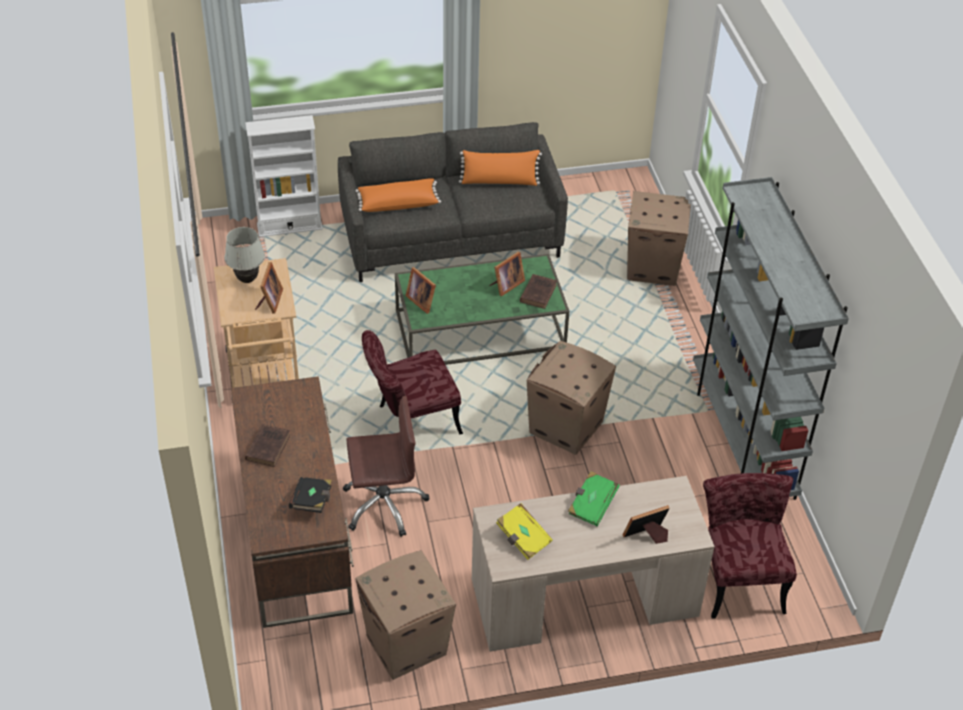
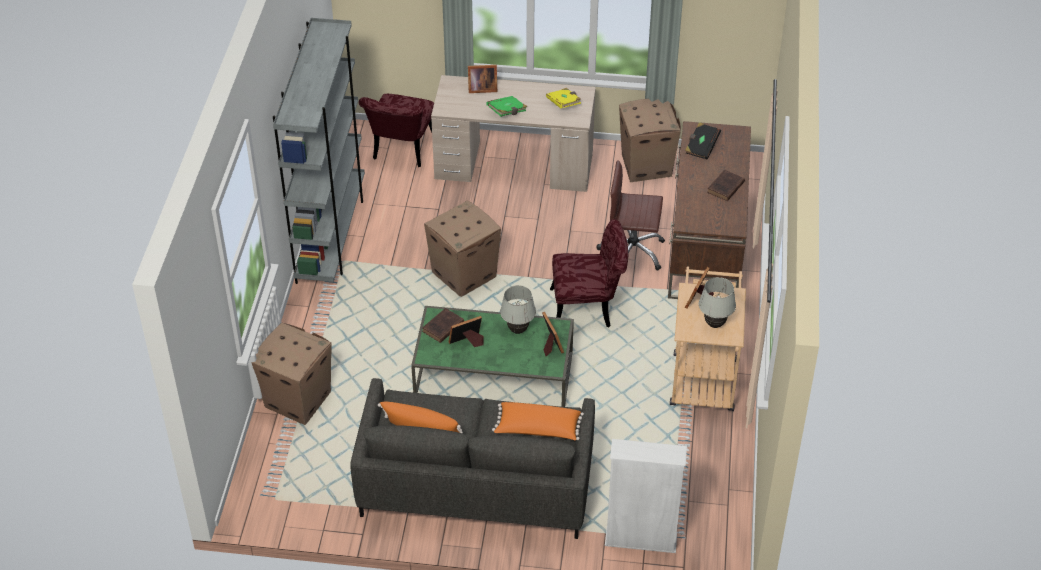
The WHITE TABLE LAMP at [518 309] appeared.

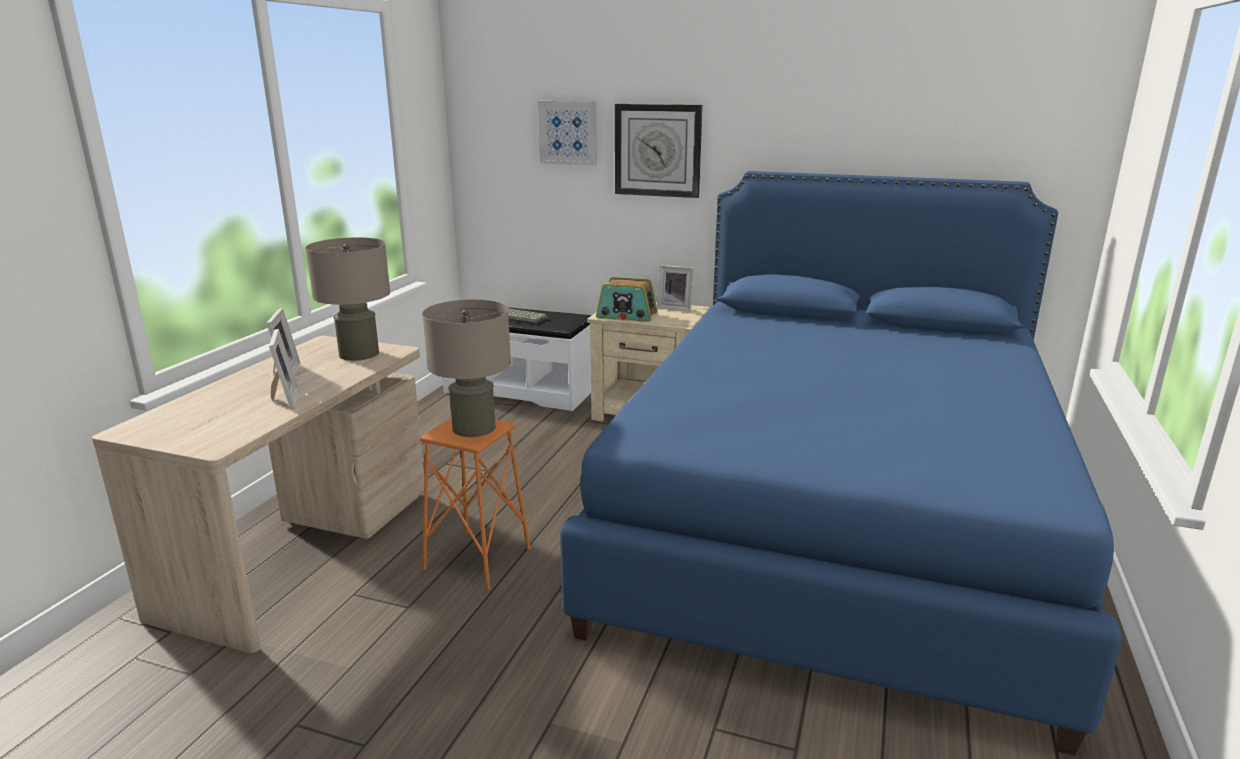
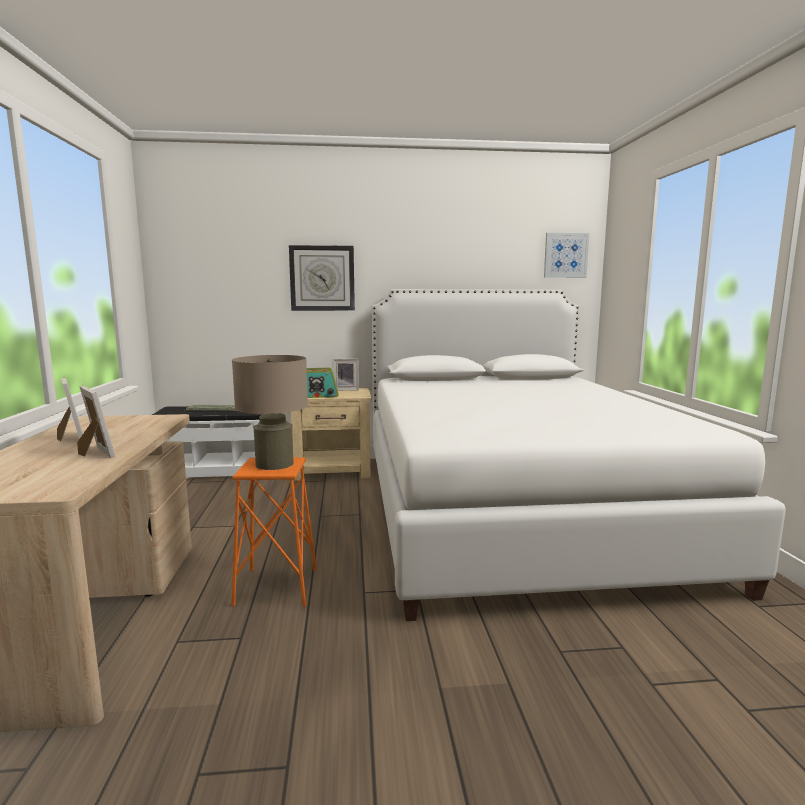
The BEIGE TABLE LAMP at [347 299] disappeared.
The PICTURE moved from [567 133] to [566 255].
The BLUE BED at [841 463] became the WHITE BED at [579 455].

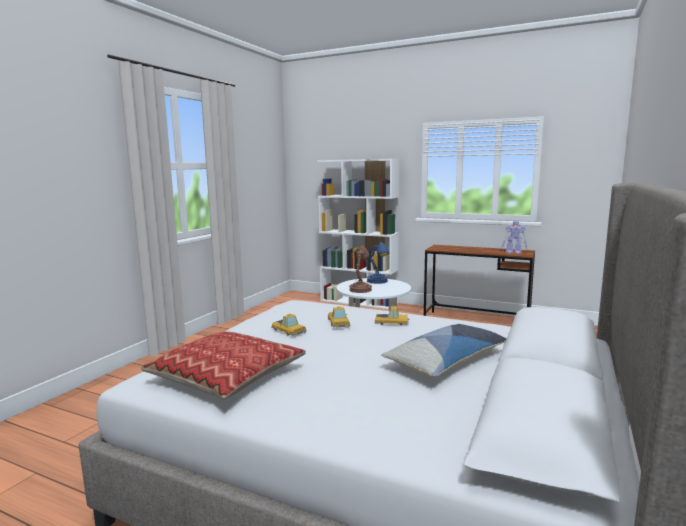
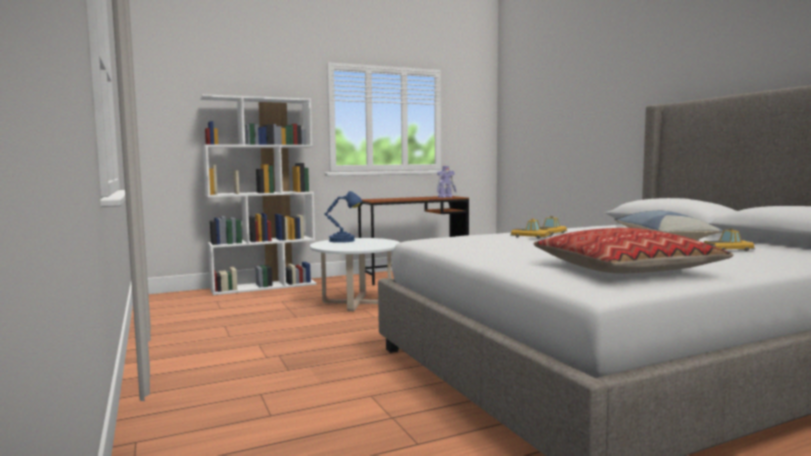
The TOY CAR moved from [289 325] to [729 239].
The BROWN TABLE LAMP at [360 269] disappeared.

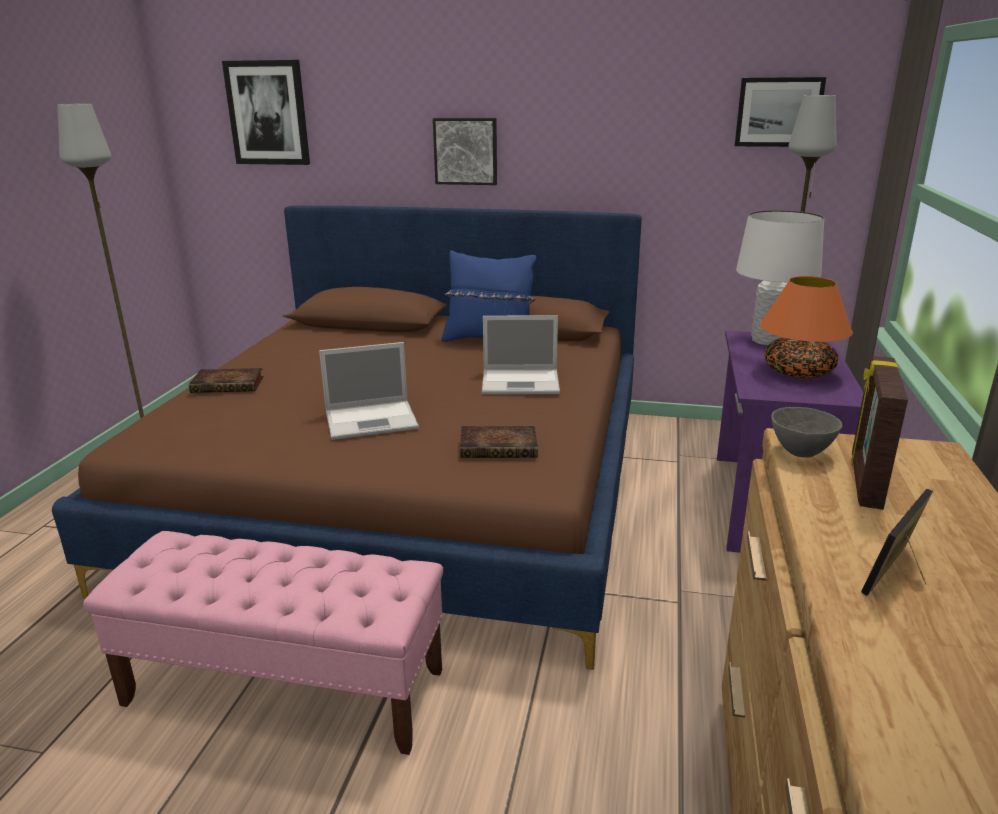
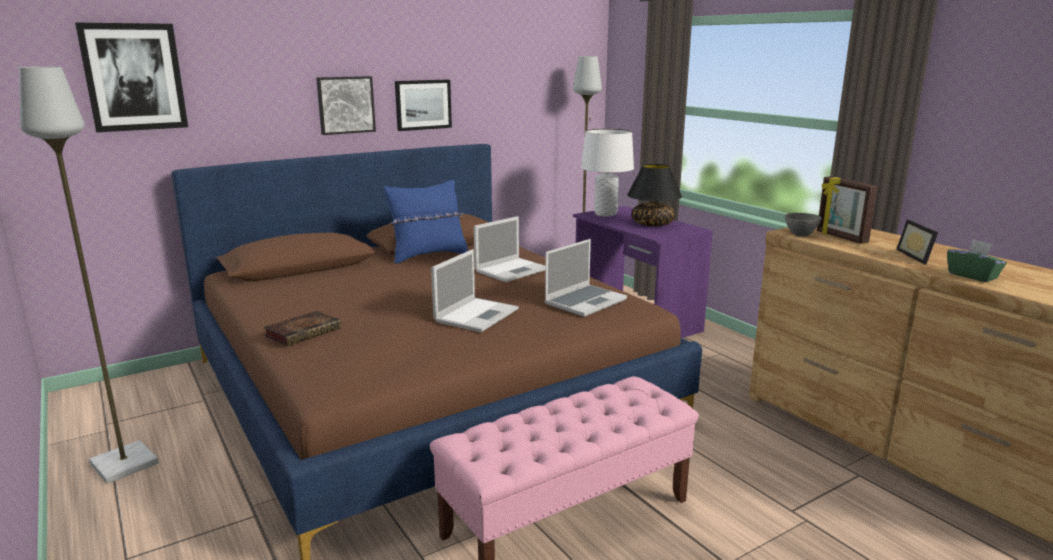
The BOOK at [499 442] was replaced by the LAPTOP at [586 278].
The PICTURE moved from [780 112] to [423 105].
The ORANGE TABLE LAMP at [806 327] became the BLACK TABLE LAMP at [654 195].
The GREEN TISSUE BOX at [977 260] appeared.

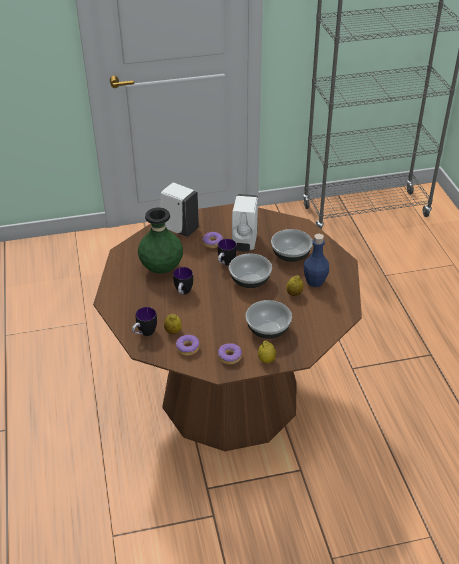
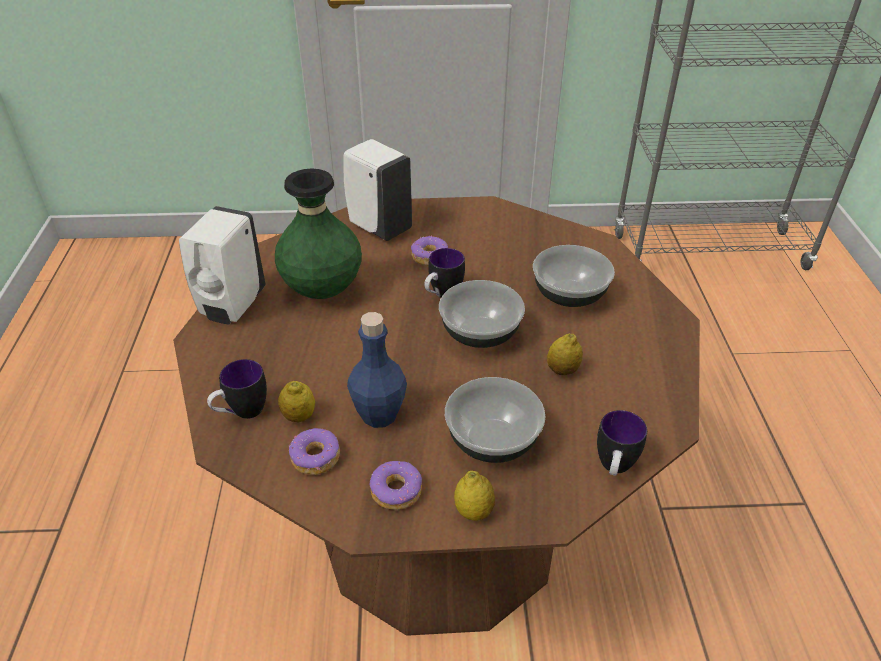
The MUG moved from [183 281] to [622 443].
The WHITE SOAP DISPENSER moved from [245 223] to [222 265].
The BLUE BOTTLE moved from [316 260] to [377 370].

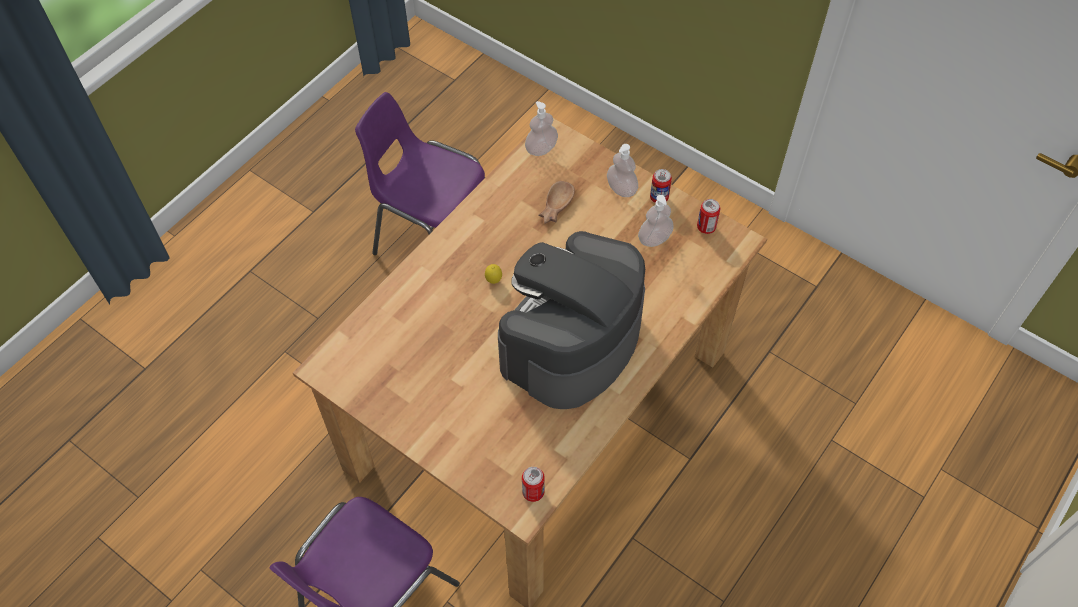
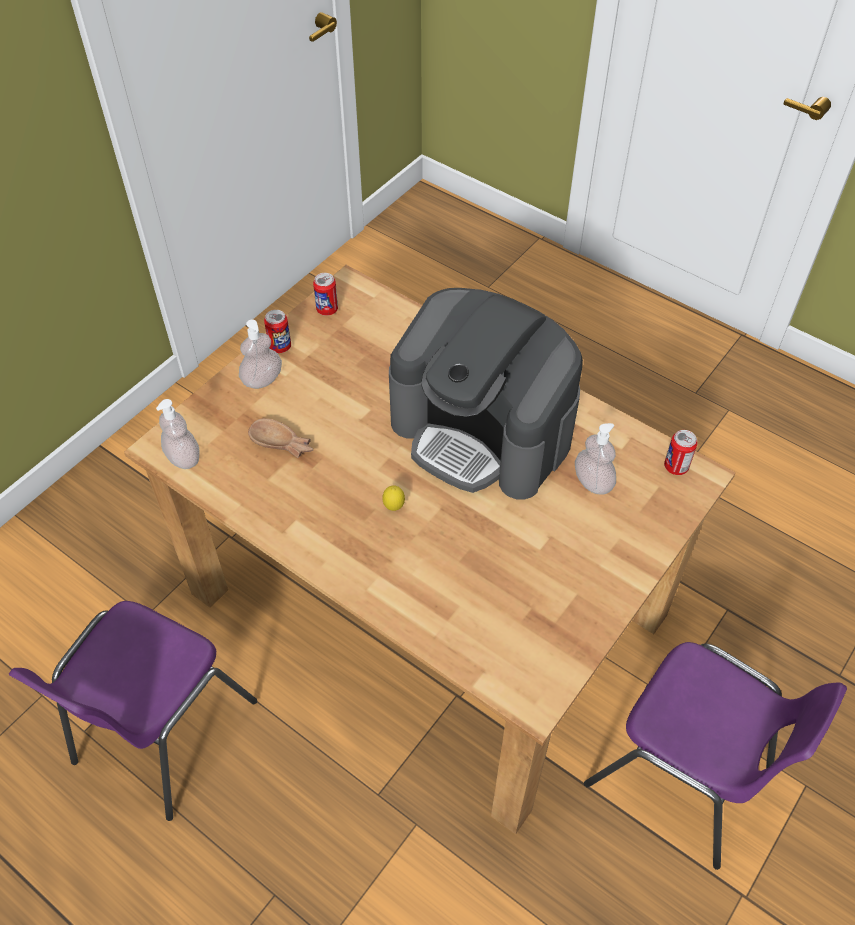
The SOAP DISPENSER moved from [656 221] to [595 459].

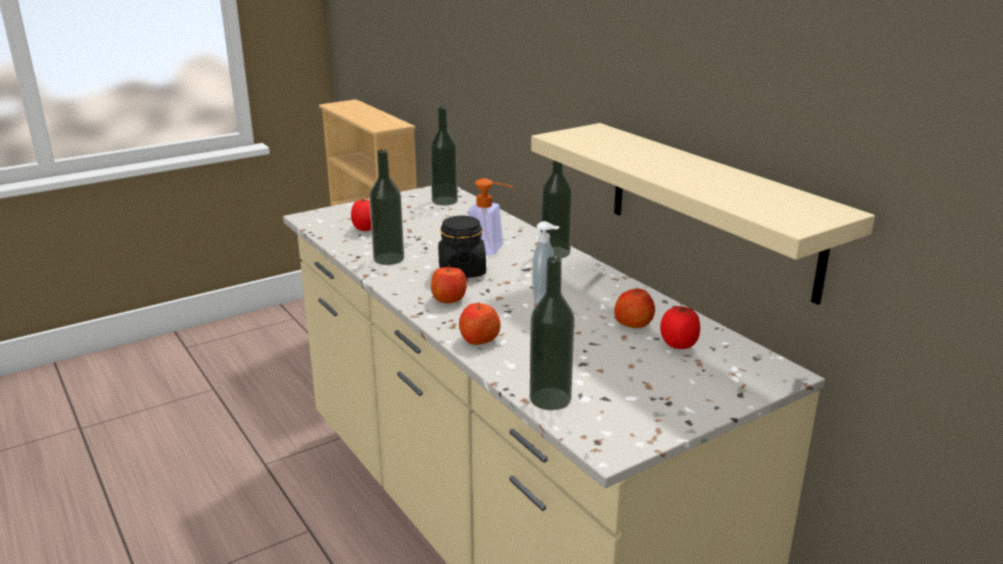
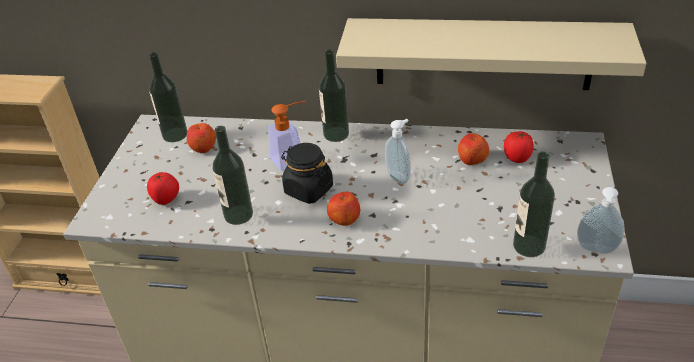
The APPLE moved from [480 323] to [201 138].
The SOAP DISPENSER at [601 220] appeared.

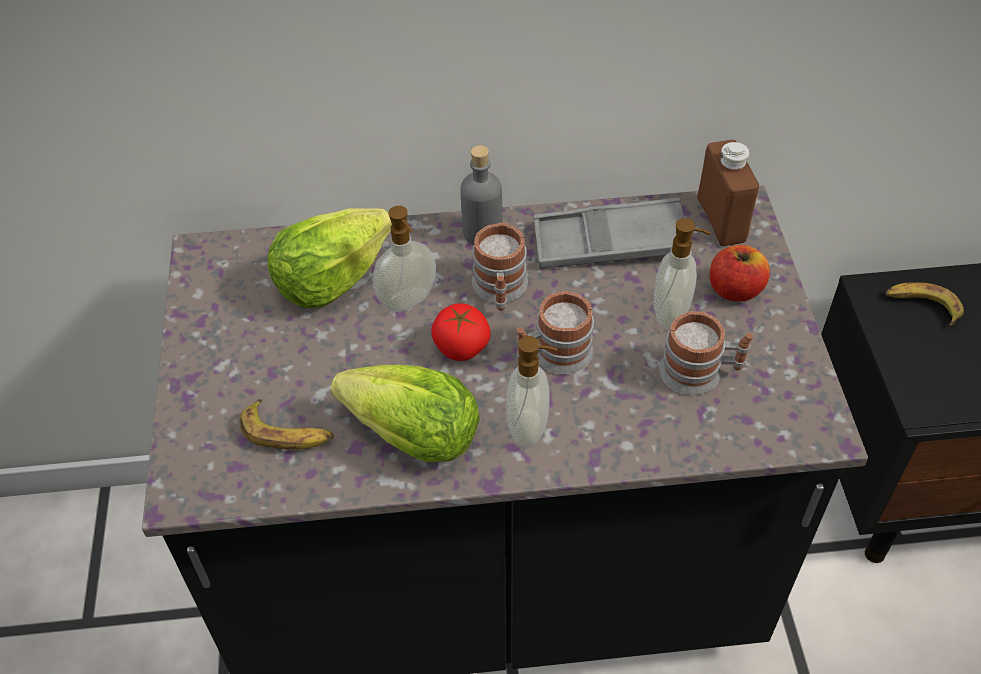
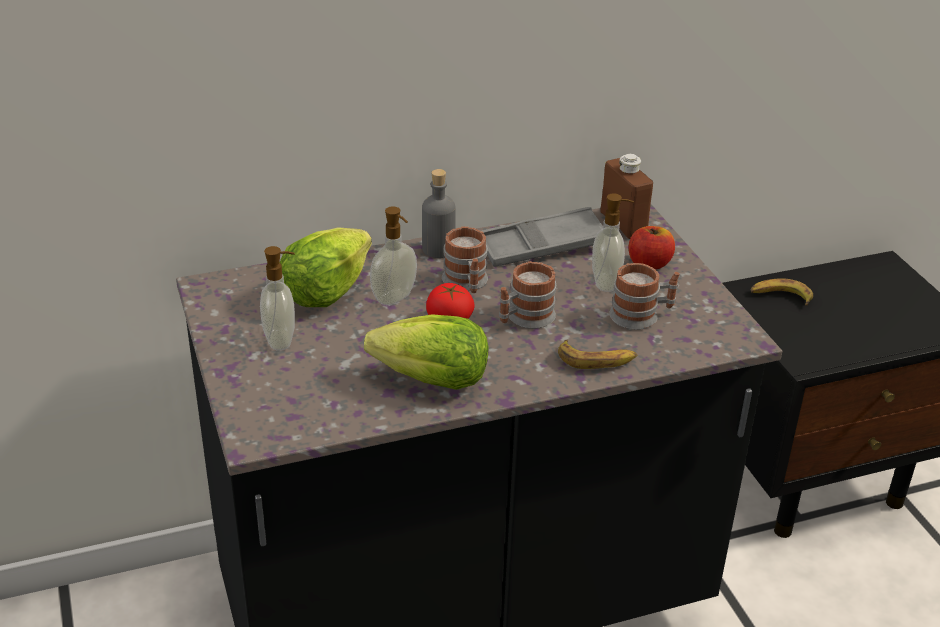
The BANANA moved from [287 424] to [597 354].
The SOAP DISPENSER moved from [531 392] to [277 298].

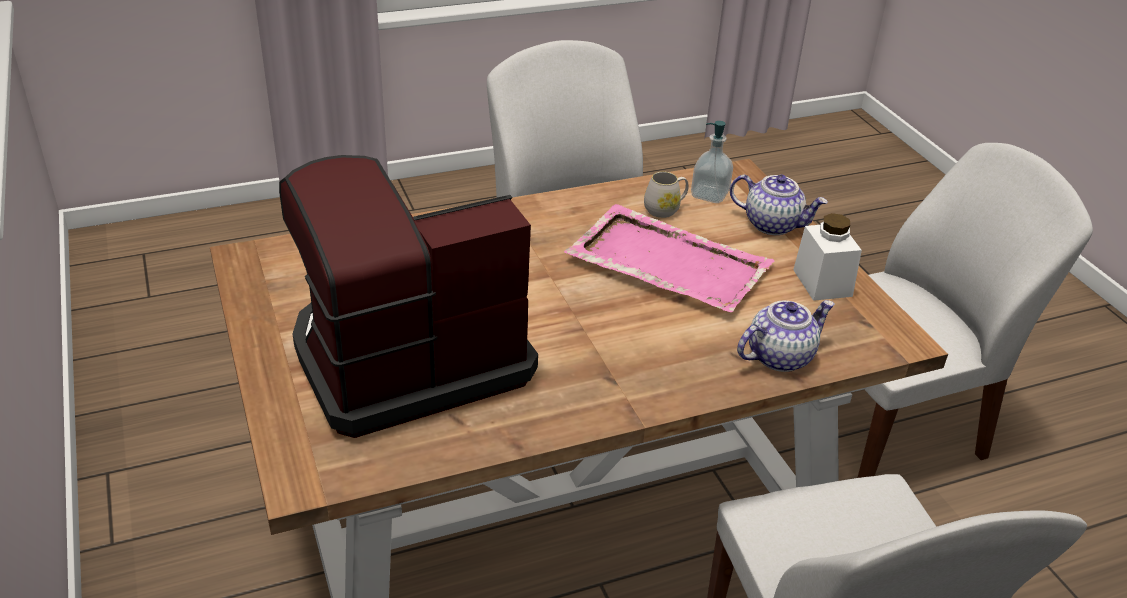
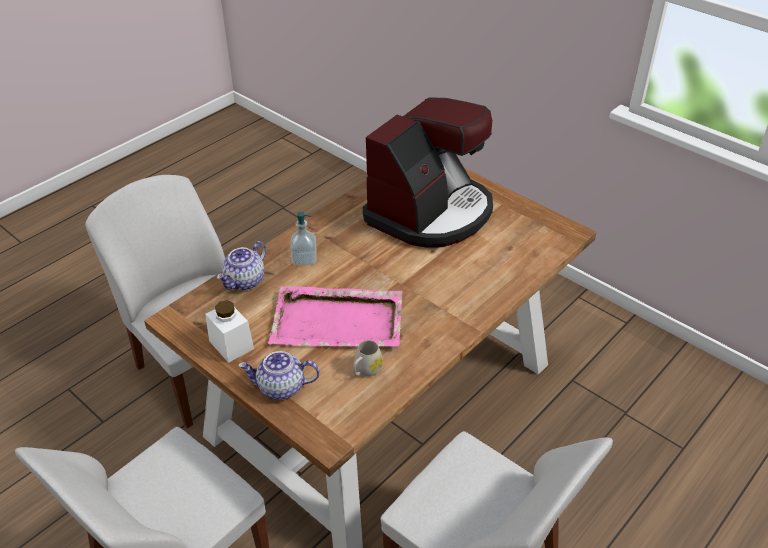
The SOAP DISPENSER moved from [712 162] to [303 239].

